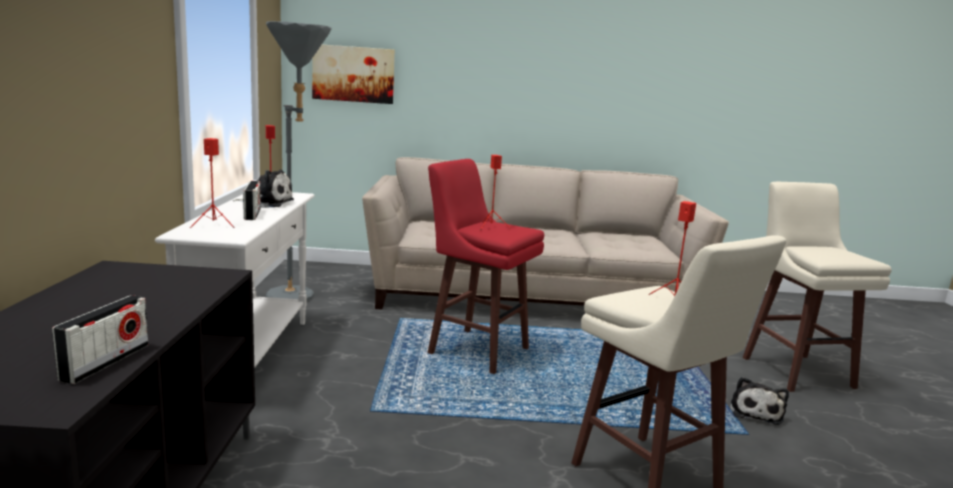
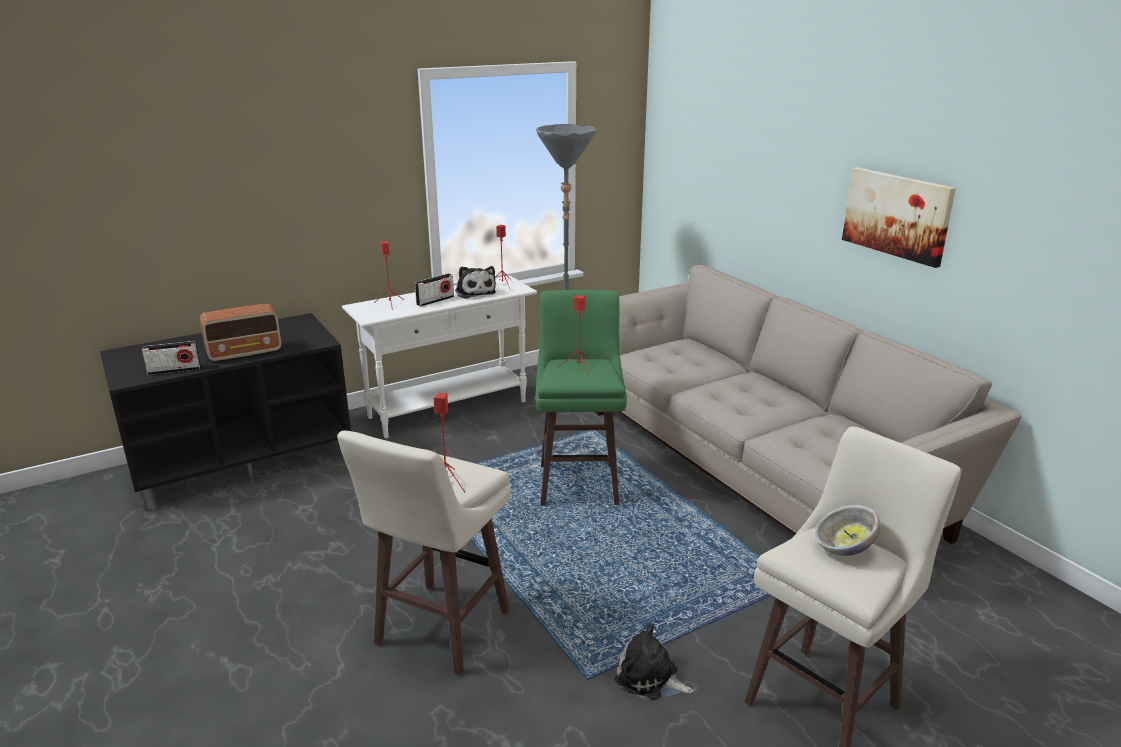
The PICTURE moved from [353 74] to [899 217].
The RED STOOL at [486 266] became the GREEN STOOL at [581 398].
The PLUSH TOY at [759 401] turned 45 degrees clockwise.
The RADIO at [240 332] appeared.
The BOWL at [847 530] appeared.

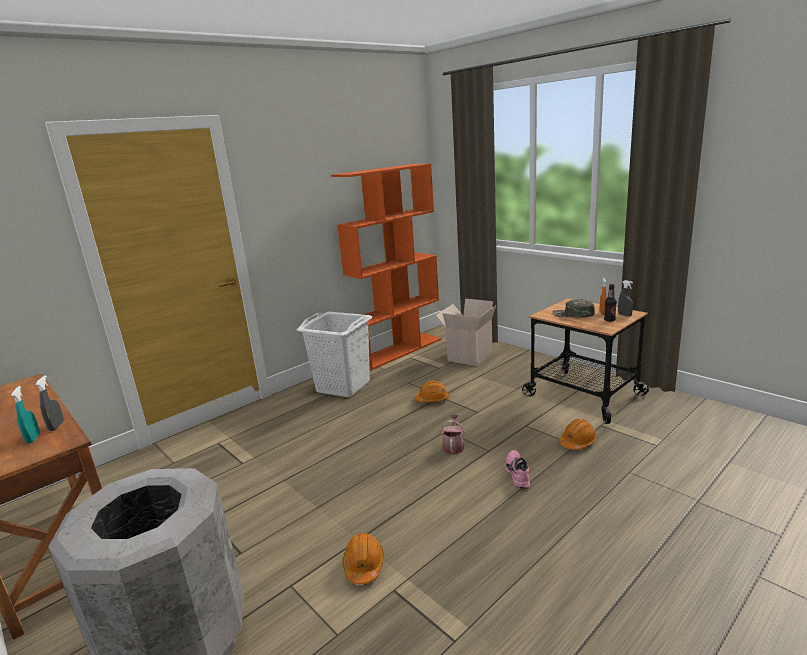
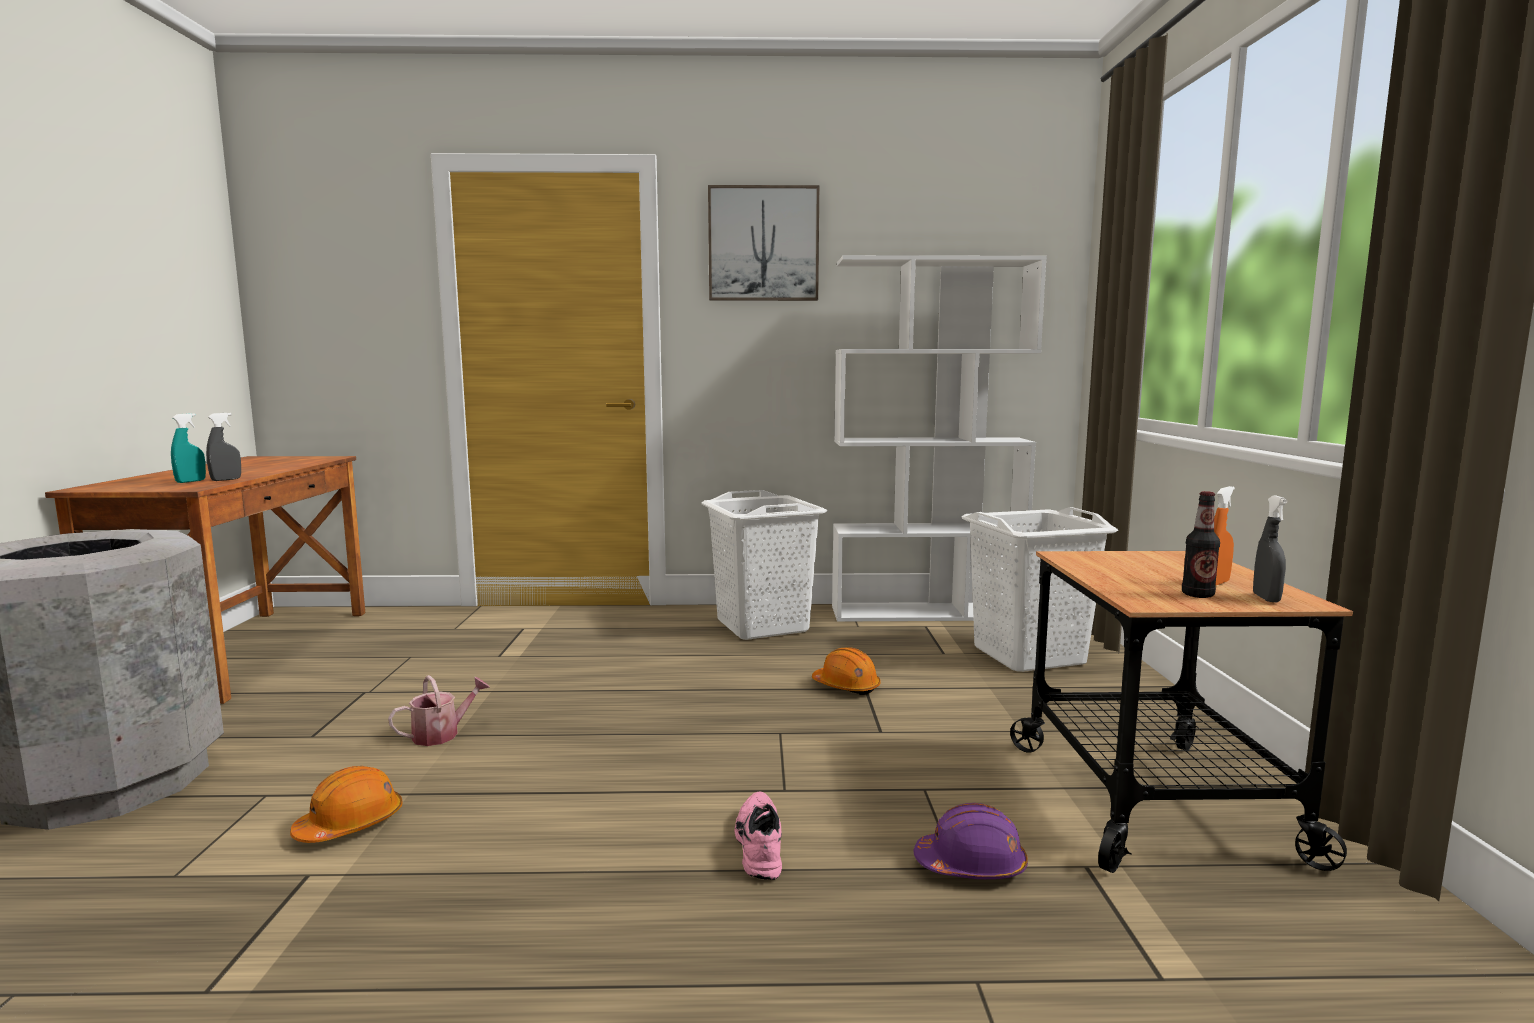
The ORANGE BOOKCASE at [386 267] became the WHITE BOOKCASE at [939 438].
The CARDBOARD BOX at [466 332] was replaced by the WHITE LAUNDRY BASKET at [1040 589].
The WATERING CAN moved from [453 434] to [439 710].
The PINK SHOE at [517 469] turned 45 degrees counterclockwise.
The GREEN CAP at [574 308] disappeared.
The ORANGE HARD HAT at [578 434] became the PURPLE HARD HAT at [971 841].
The PICTURE at [763 243] appeared.

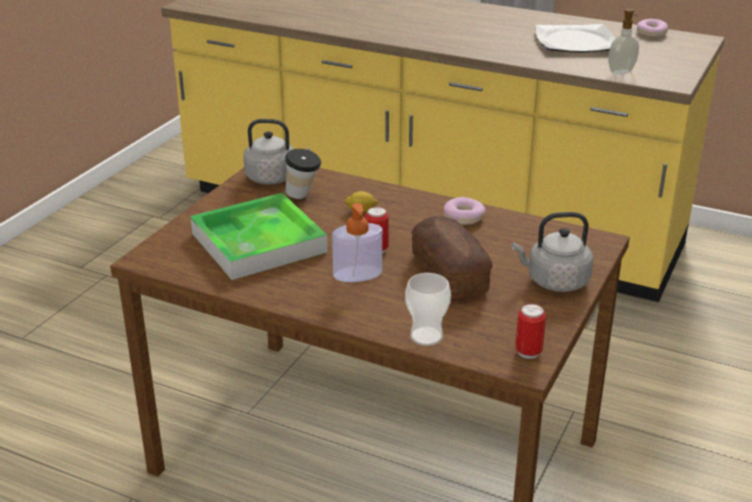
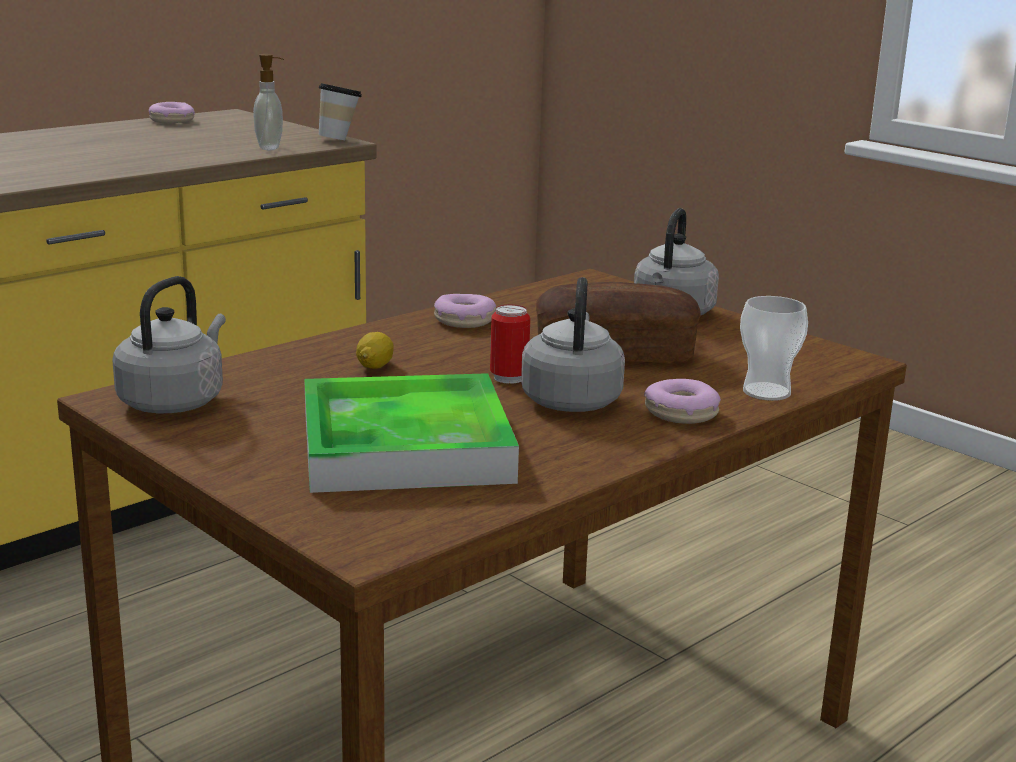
The CUP moved from [303 174] to [340 111].
The SOAP DISPENSER at [357 242] was replaced by the GREY KETTLE at [573 344].
The CAN at [530 331] disappeared.
The PLATE at [575 38] disappeared.
The DONUT at [682 401] appeared.

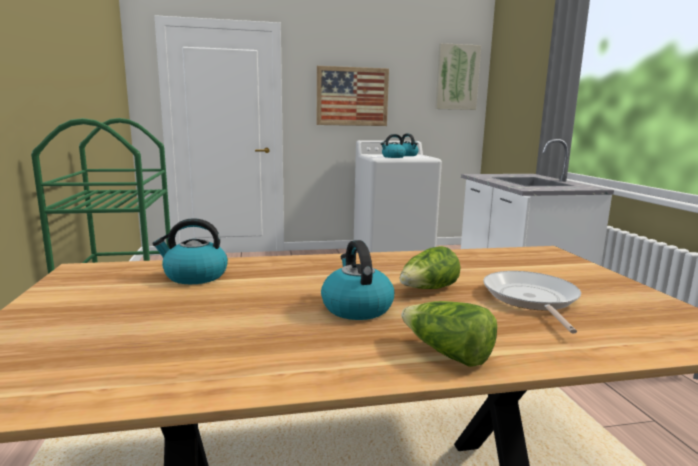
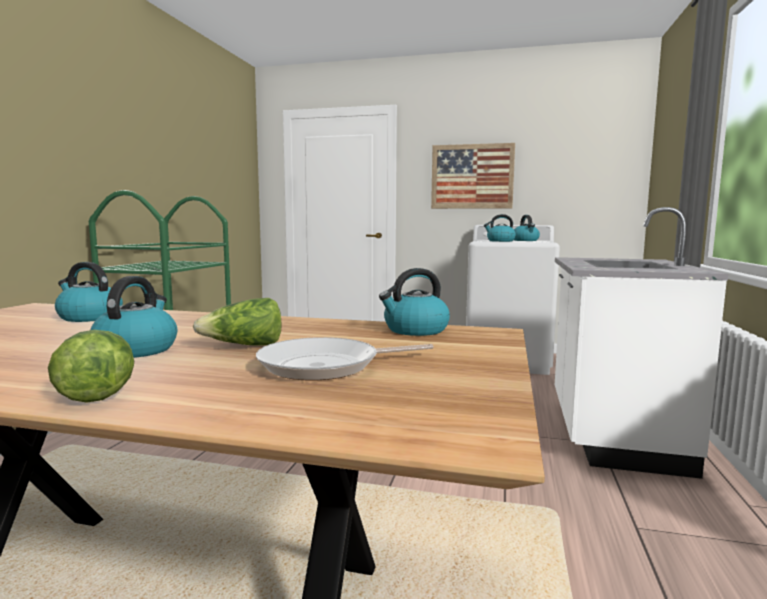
The PICTURE at [458 76] disappeared.
The FRYING PAN at [532 302] turned 135 degrees counterclockwise.
The KETTLE at [414 302] appeared.

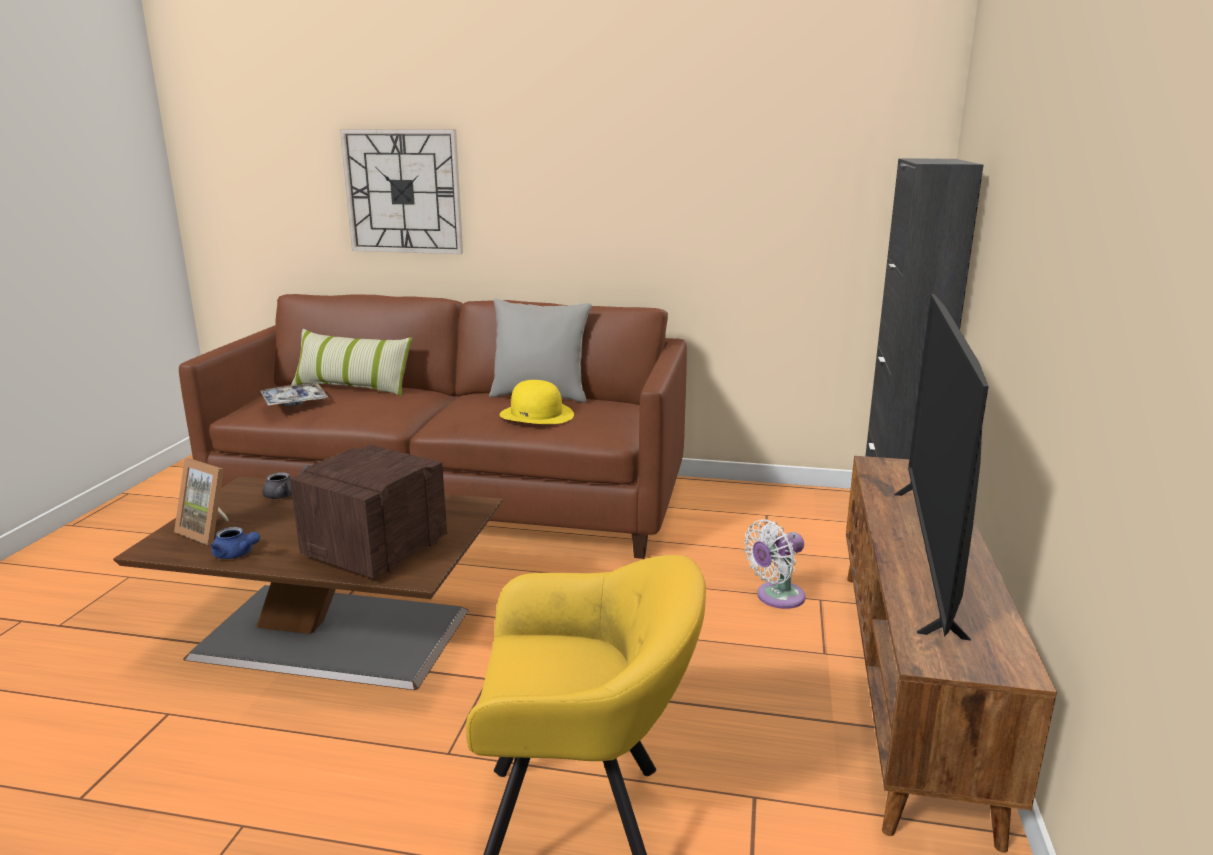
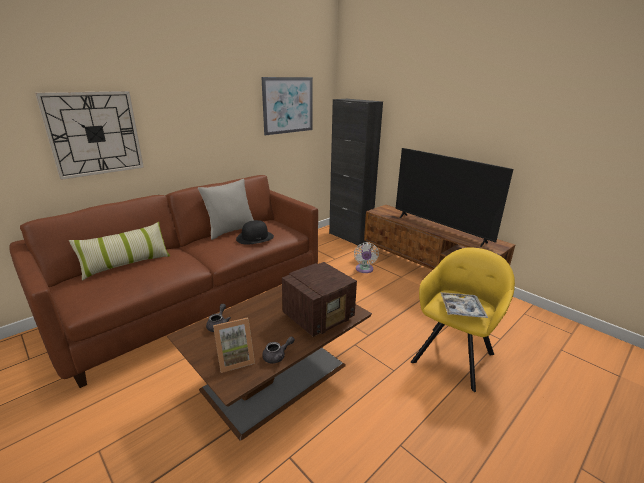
The BLUE TEAPOT at [235 543] became the GREY TEAPOT at [278 350].
The TRAY moved from [294 394] to [464 305].
The RADIO at [368 511] turned 105 degrees counterclockwise.
The YELLOW HAT at [537 402] became the BLACK HAT at [255 232].
The PICTURE at [287 106] appeared.

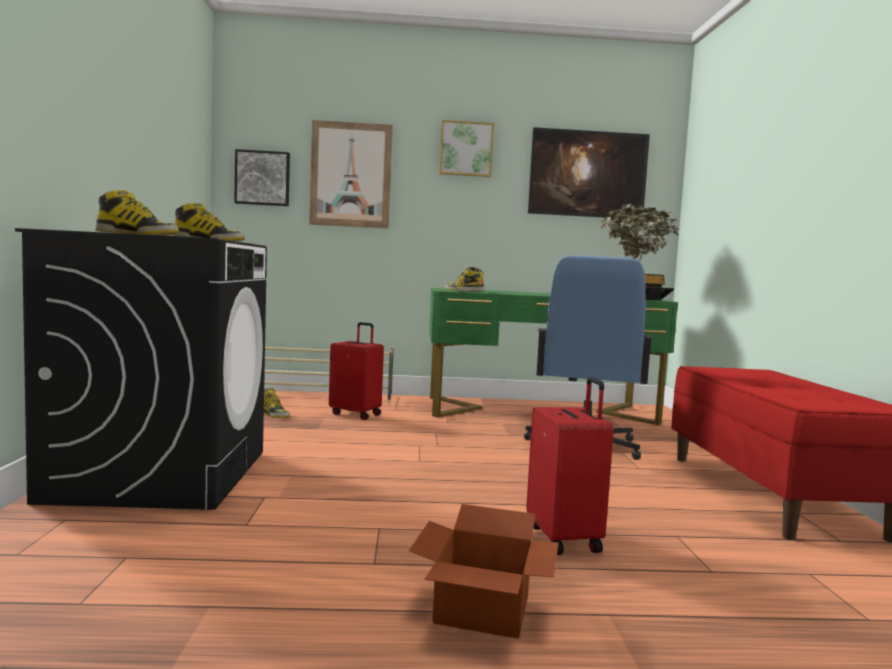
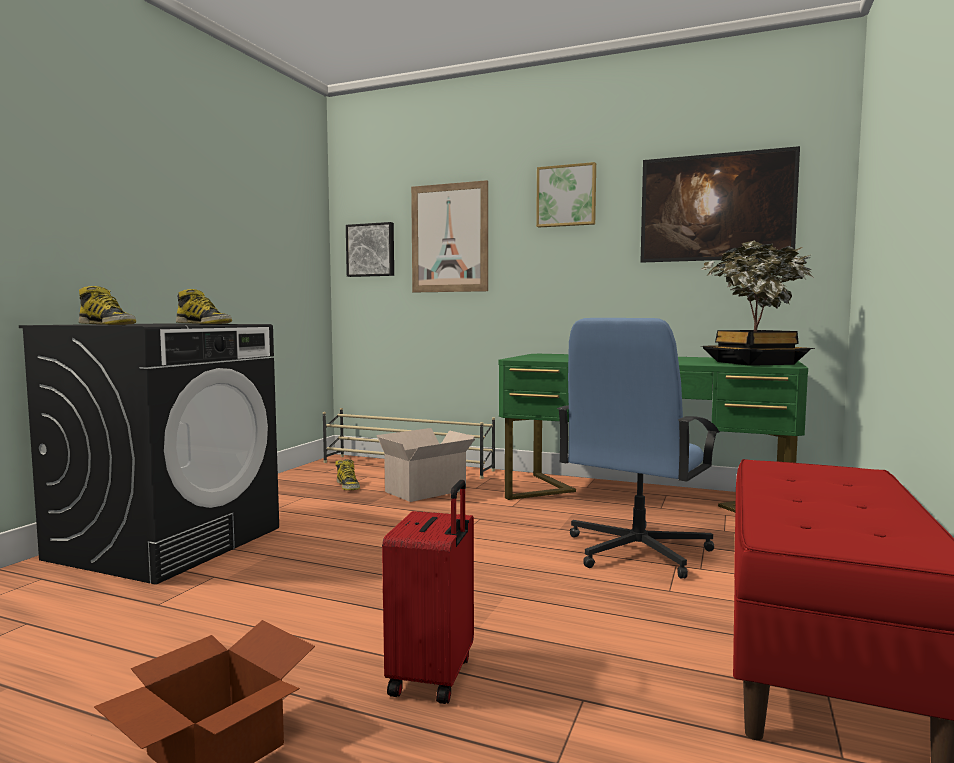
The RED SUITCASE at [356 371] was replaced by the CARDBOARD BOX at [425 465].
The BOOT at [464 279] disappeared.

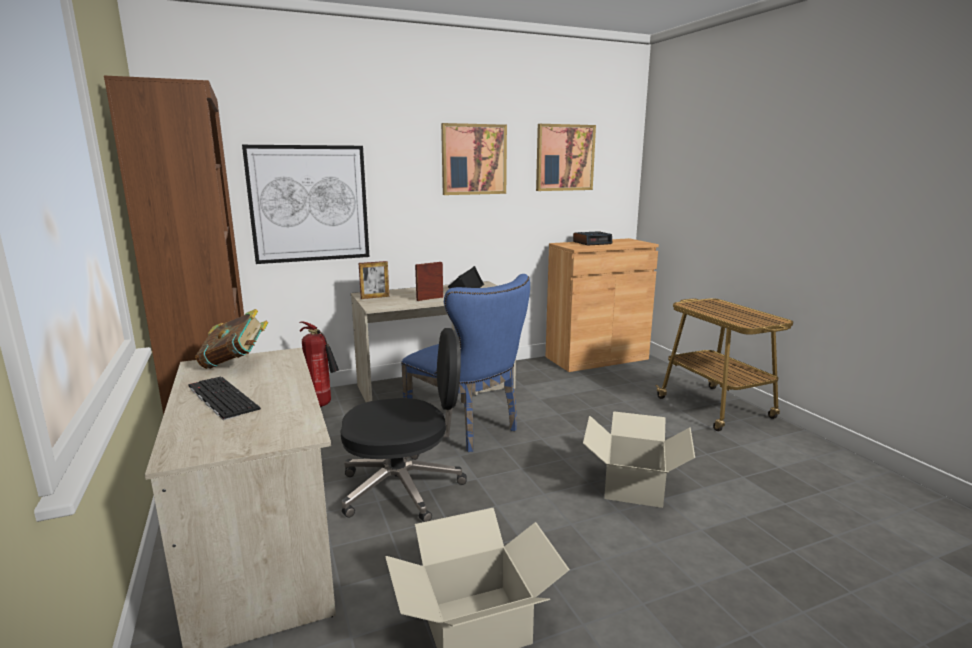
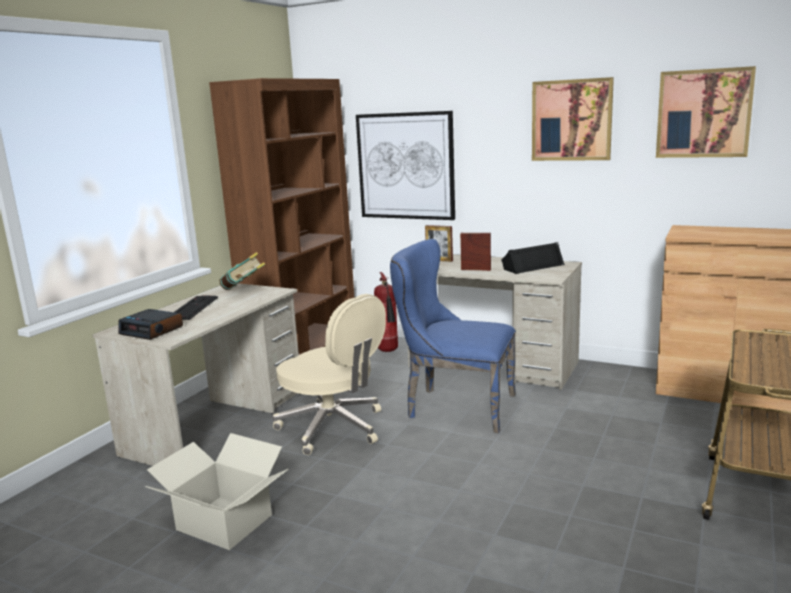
The BLACK OFFICE CHAIR at [404 425] became the BEIGE OFFICE CHAIR at [329 374].
The BLUE CHAIR at [465 363] turned 105 degrees clockwise.
The ALARM CLOCK moved from [592 238] to [150 324].
The CARDBOARD BOX at [639 459] disappeared.

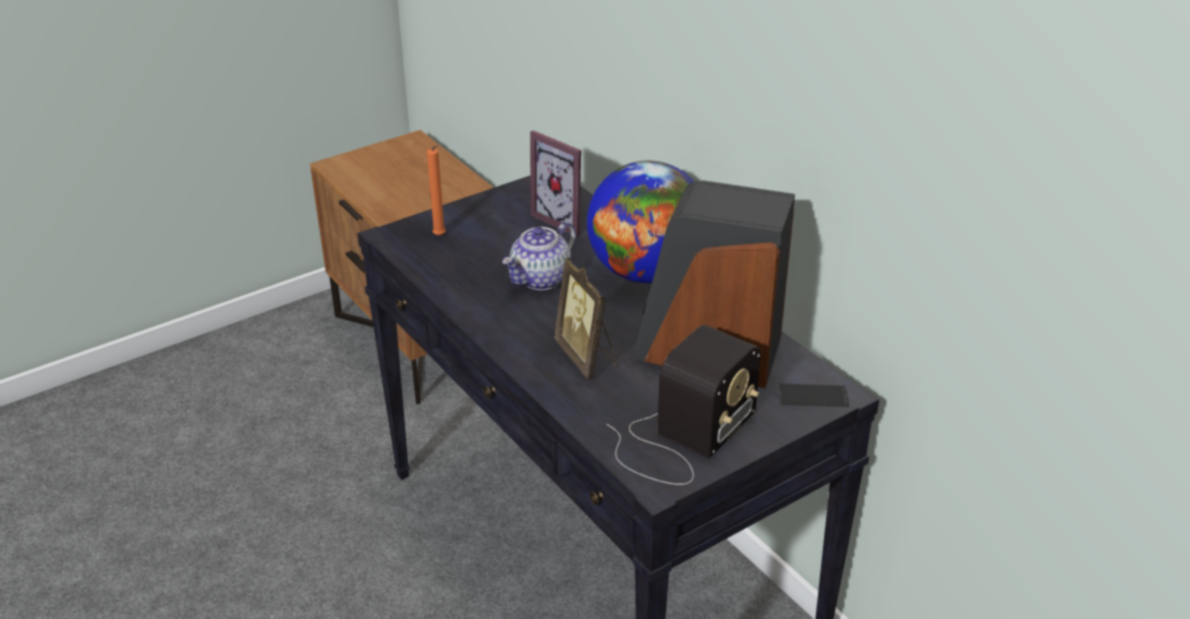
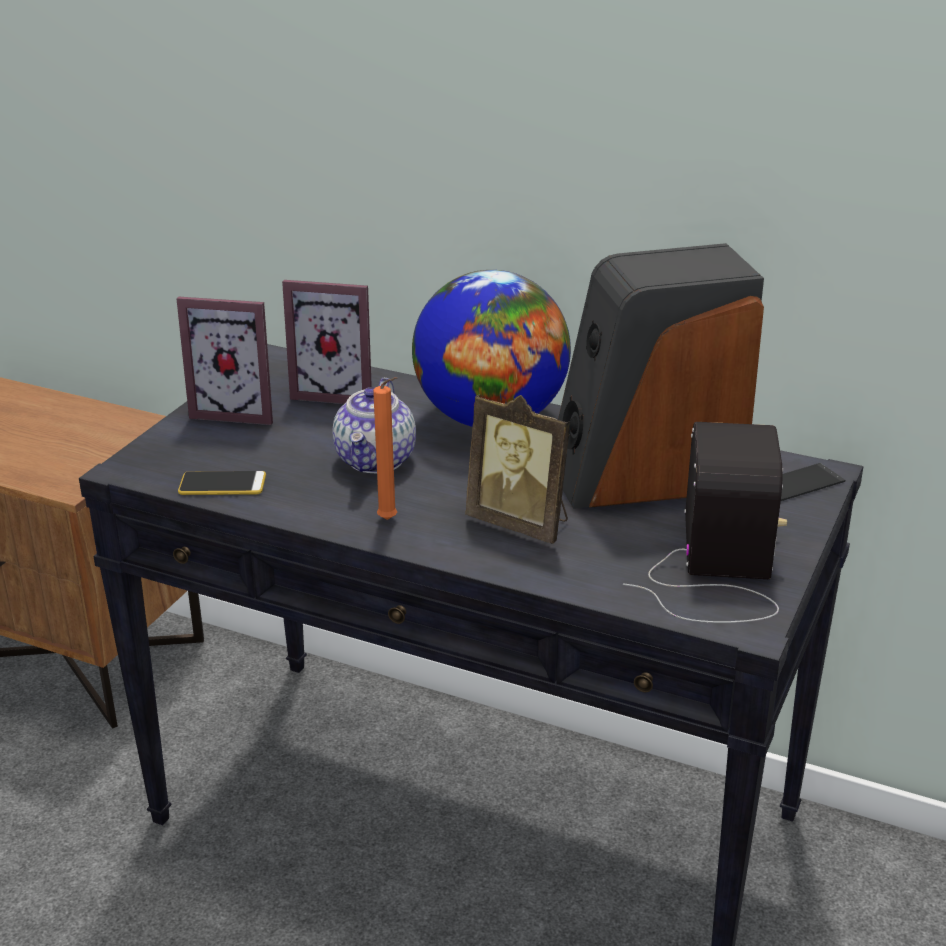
The ORANGE CANDLE moved from [436 190] to [385 448].
The PICTURE FRAME at [225 361] appeared.
The PHONE at [222 483] appeared.

